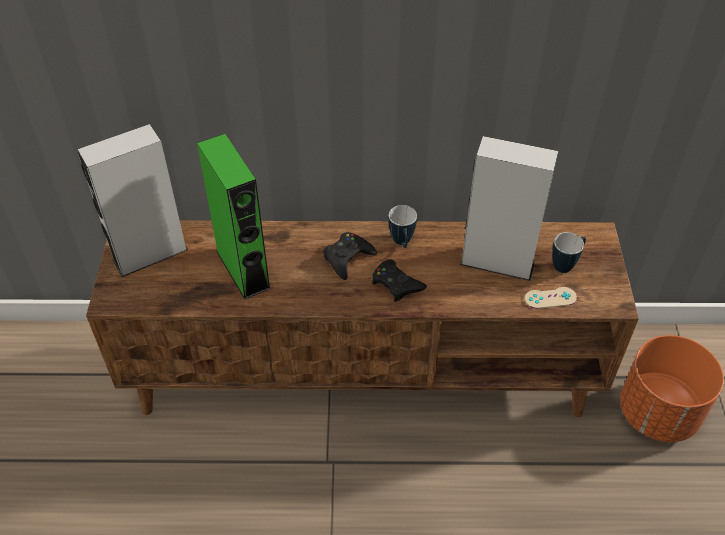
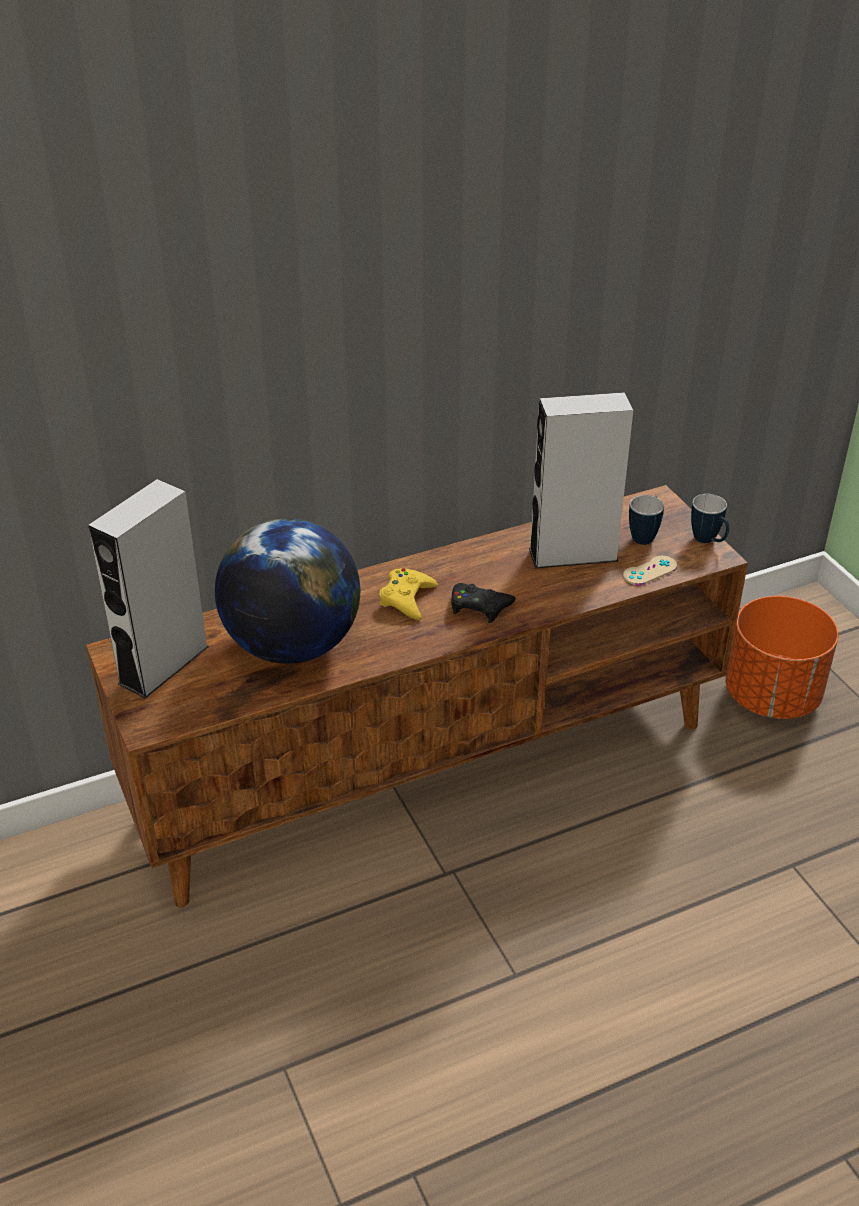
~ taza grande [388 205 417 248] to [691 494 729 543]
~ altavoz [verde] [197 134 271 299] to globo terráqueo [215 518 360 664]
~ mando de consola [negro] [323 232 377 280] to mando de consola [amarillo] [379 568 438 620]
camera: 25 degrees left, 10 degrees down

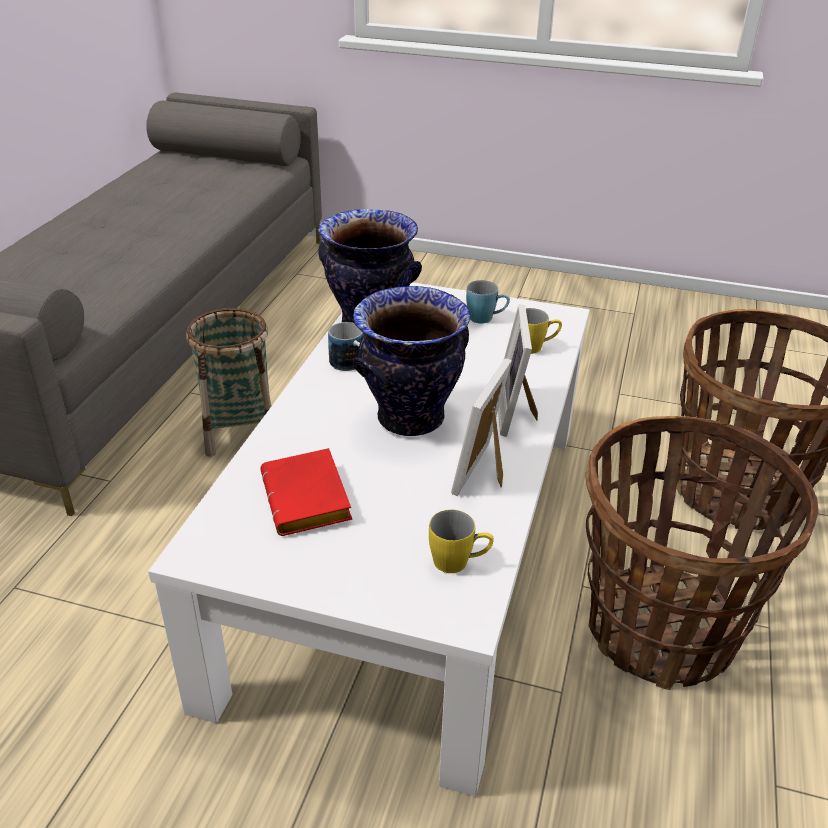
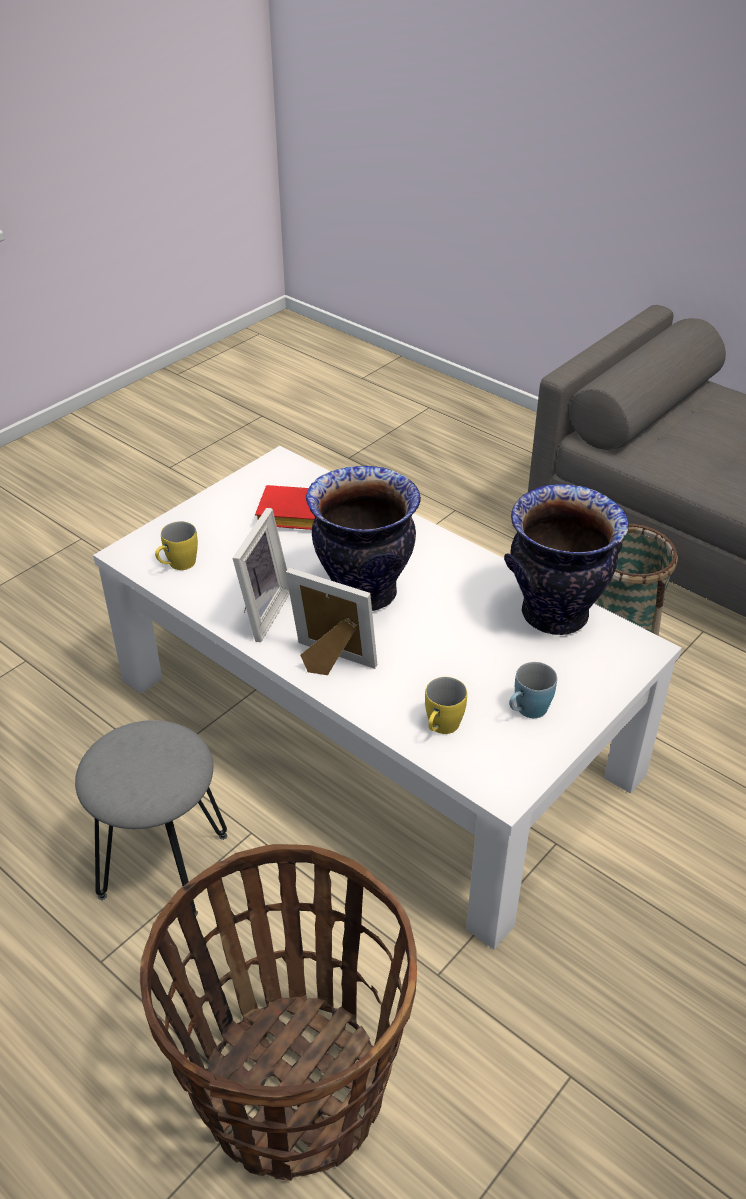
- taza grande [328 322 364 371]
~ cesta [585 416 818 690] to taburete [gris] [75 720 227 916]
~ portarretratos [451 358 512 496] = [232 508 290 642] 60 degrees clockwise
camera: 115 degrees right, 5 degrees up

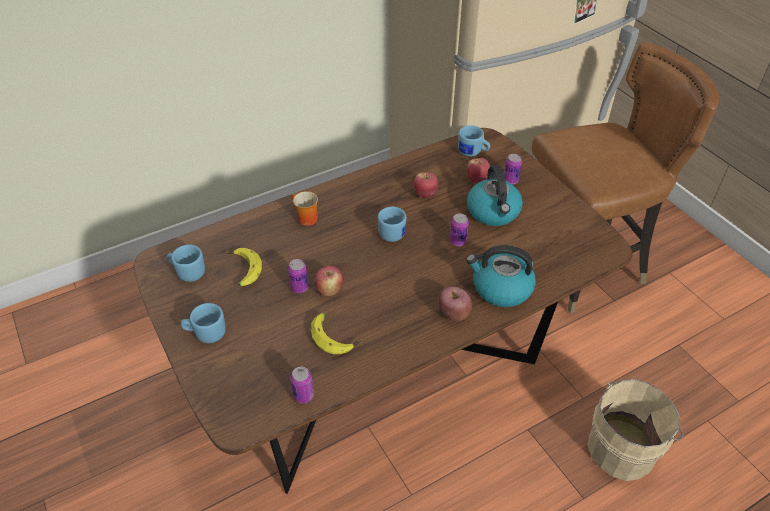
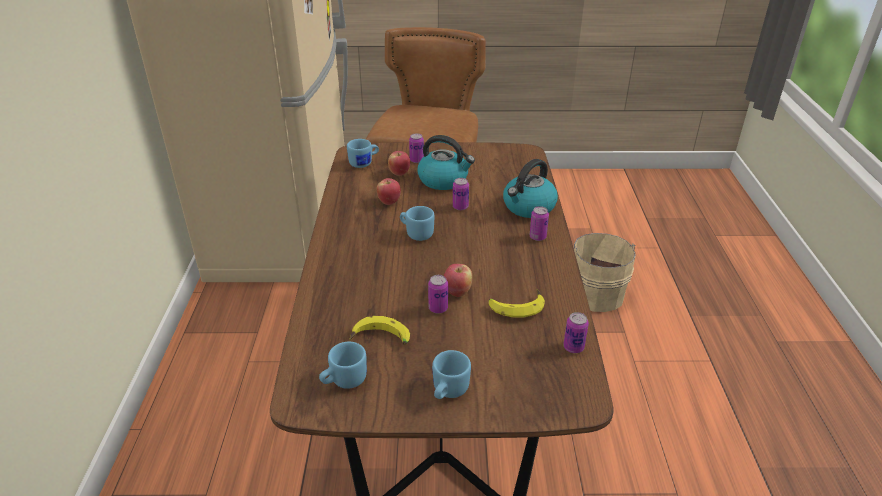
- taza grande [292 191 318 226]
~ manzana [438 286 472 321] to lata [530 206 549 241]
camera: 60 degrees left, 10 degrees down

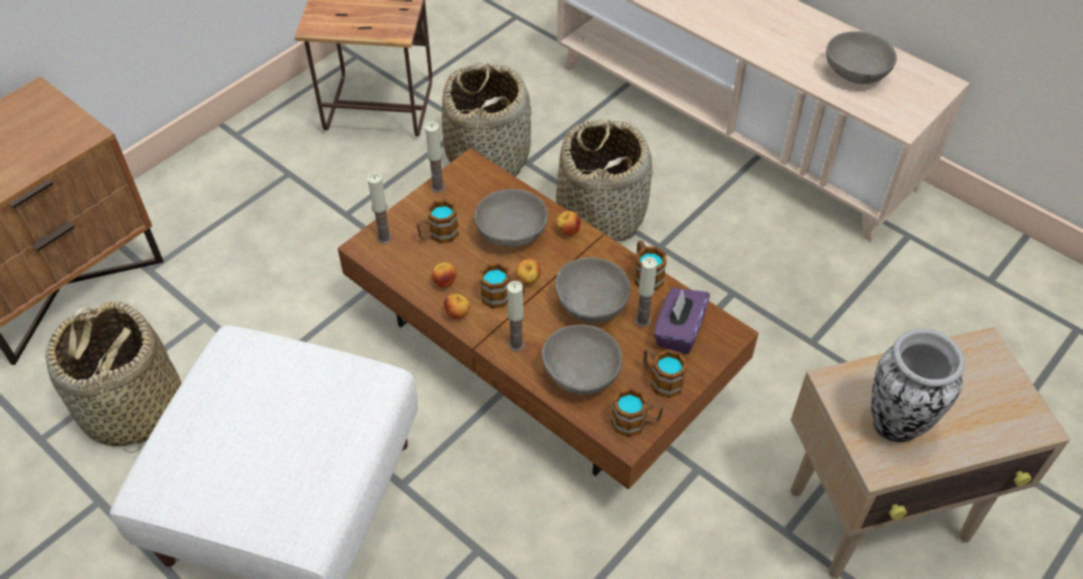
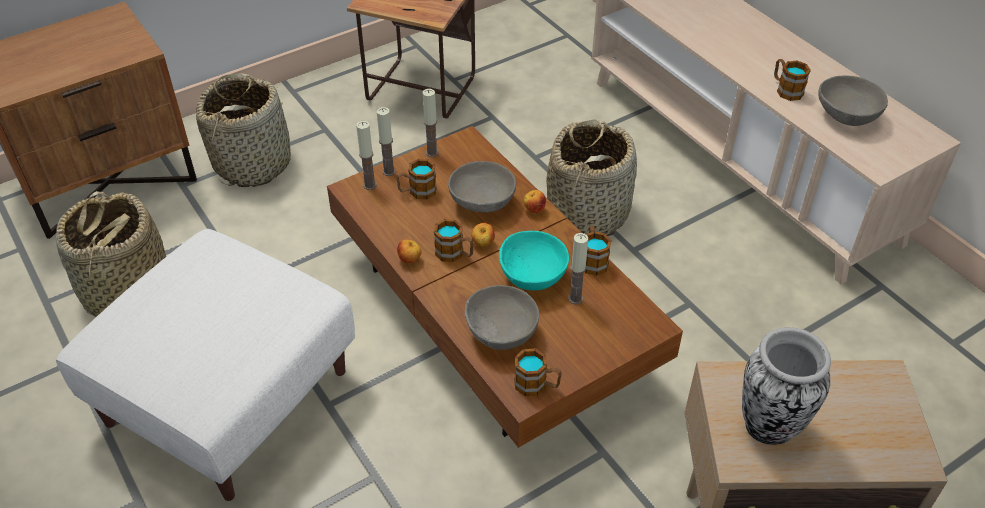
- manzana [432 262 456 288]
- caja de pañuelos [morado] [654 288 710 354]
~ cesta [442 62 532 176] to [196 73 291 187]
~ vela [507 281 525 351] to [377 107 396 176]
~ taza grande [643 348 687 398] to [774 59 811 101]
~ cuenco [gris] [555 257 631 323] to cuenco [turquesa] [499 231 569 290]
camera: 15 degrees right, 5 degrees down

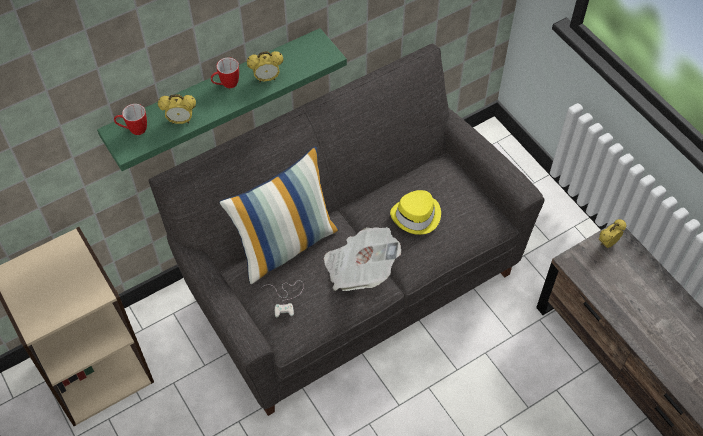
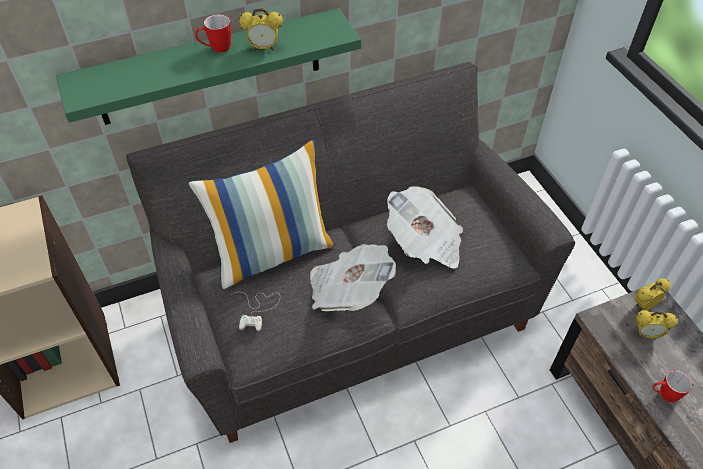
~ taza grande [114 104 147 135] to [652 370 692 402]
~ despertador [158 94 196 124] to [636 310 677 338]
~ sombrero [amarillo] [390 190 441 235] to periódico [387 186 463 269]
camera: 10 degrees right, 5 degrees down

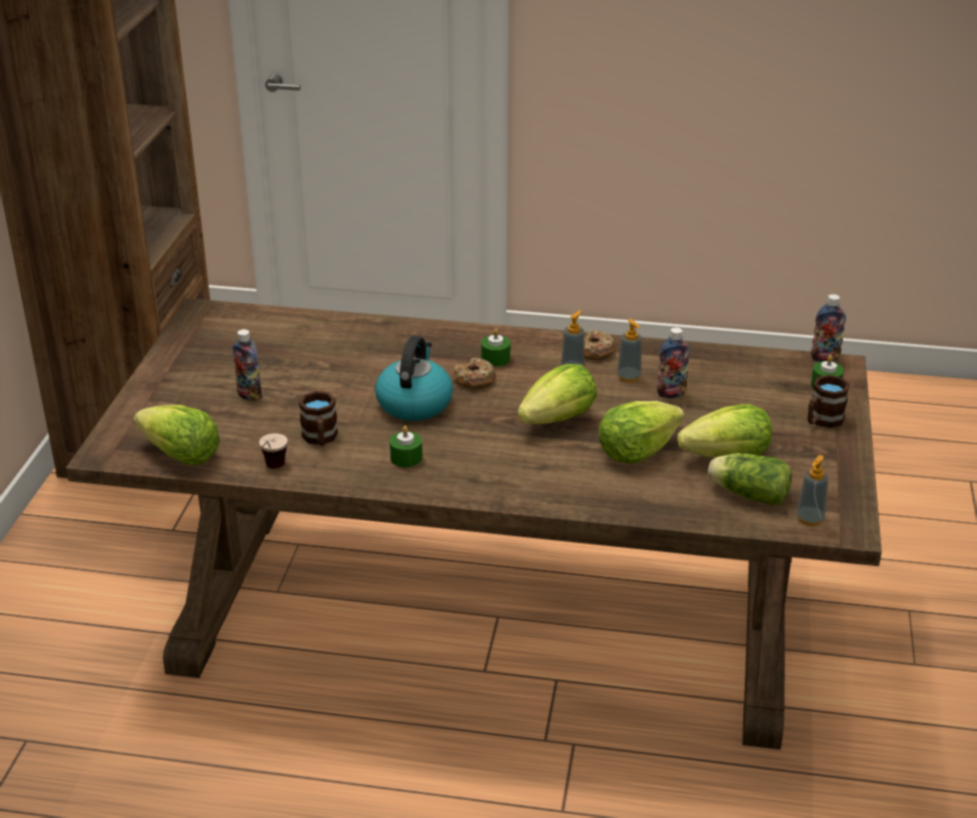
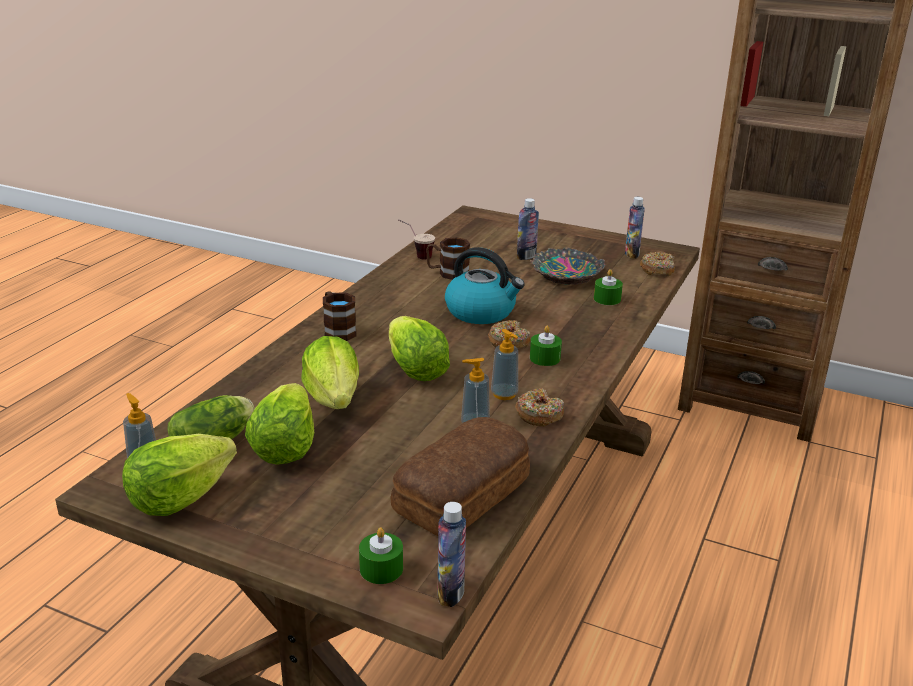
+ pan [391 417 530 536]
+ cuenco [530 247 606 285]
+ rosquilla [640 252 675 277]
~ lechuga [134 405 220 465] to [122 434 237 516]
~ vela [verde] [389 426 422 467] to [594 269 623 305]
~ botella [657 327 690 398] to [625 197 645 258]
~ taza grande [marrón] [807 375 850 428] to [323 292 357 341]
camera: 105 degrees right, 5 degrees down

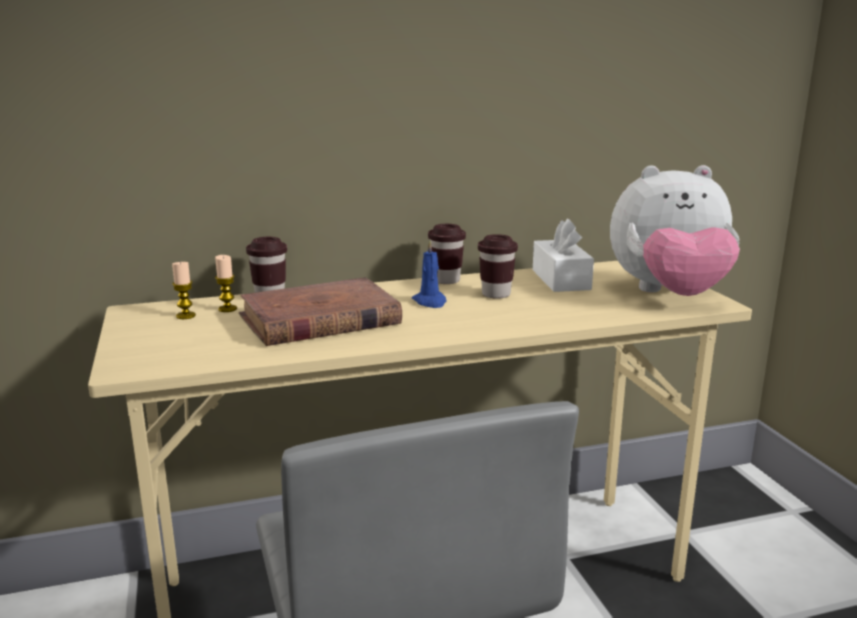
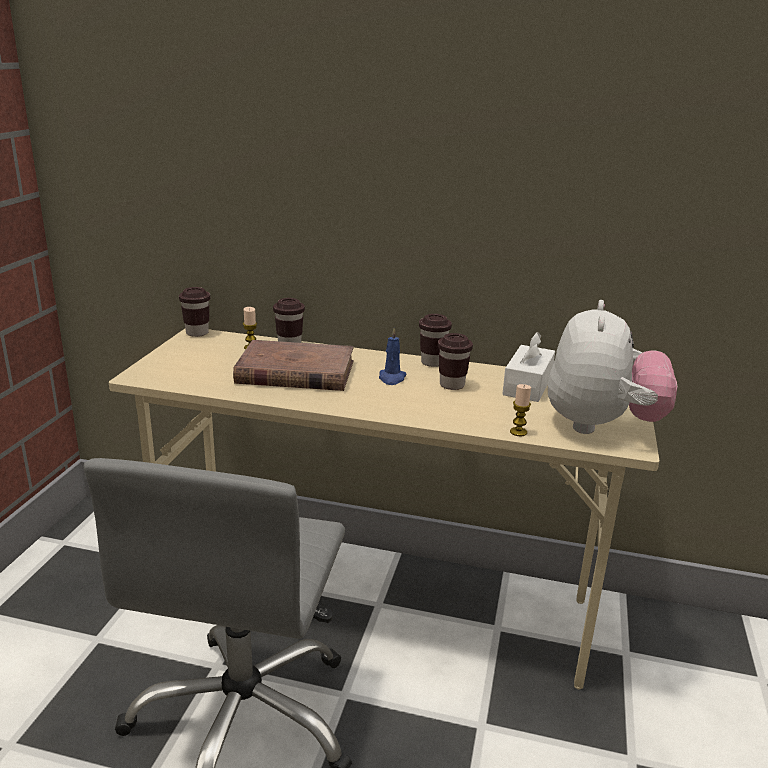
+ taza [marrón] [179 287 210 337]
~ vela [172 262 196 319] to [510 384 531 436]
~ peluche [610 165 740 296] = [548 300 677 434] 105 degrees counterclockwise
camera: 30 degrees right, 5 degrees up

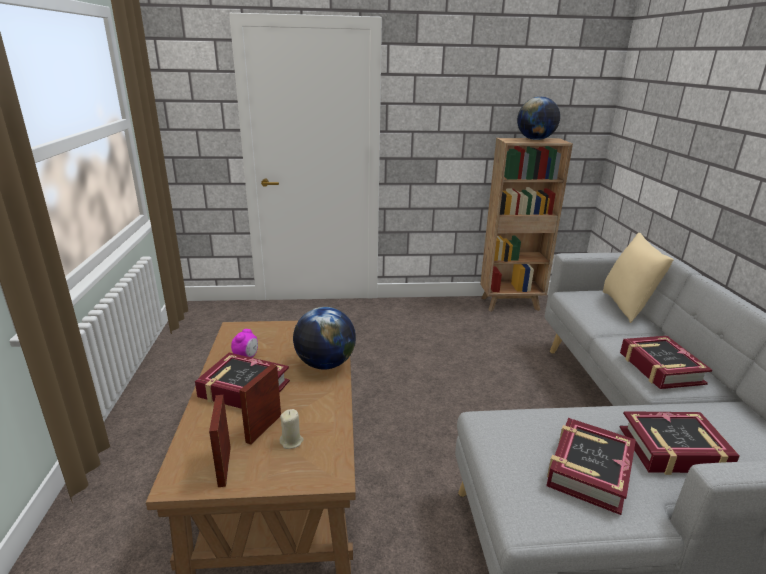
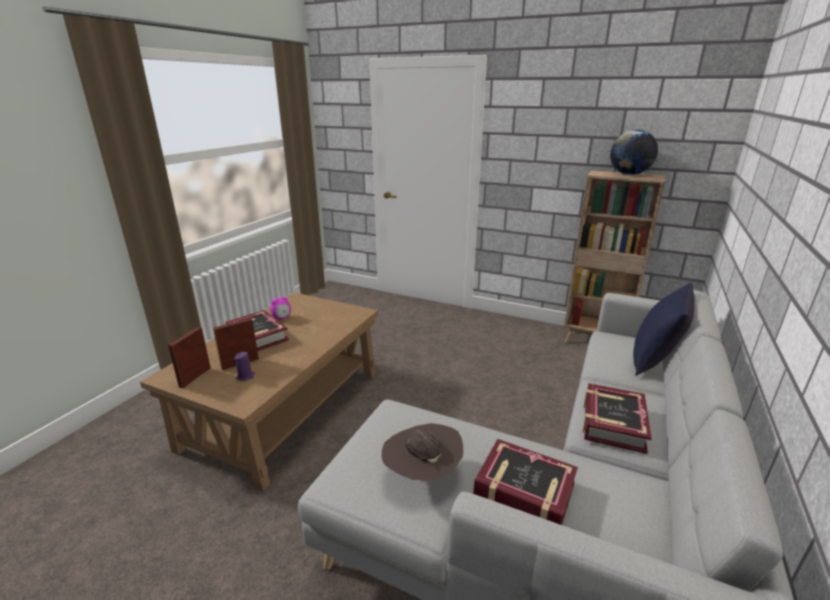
- globo terráqueo [293 307 356 370]
~ libro [546 418 636 515] to sombrero [marrón] [382 423 463 480]
~ vela [beis] [280 409 304 449] to vela [morado] [234 352 255 381]
~ cojín [beis] [603 233 674 323] to cojín [azul] [633 283 695 376]
camera: 30 degrees right, 0 degrees up

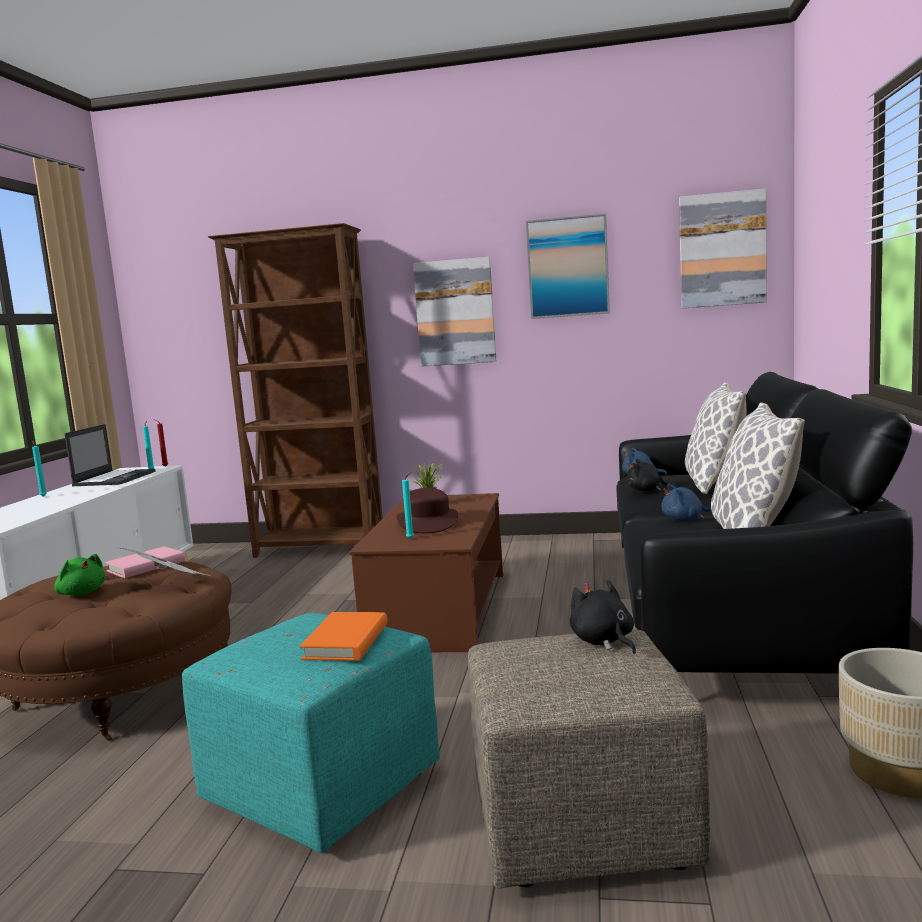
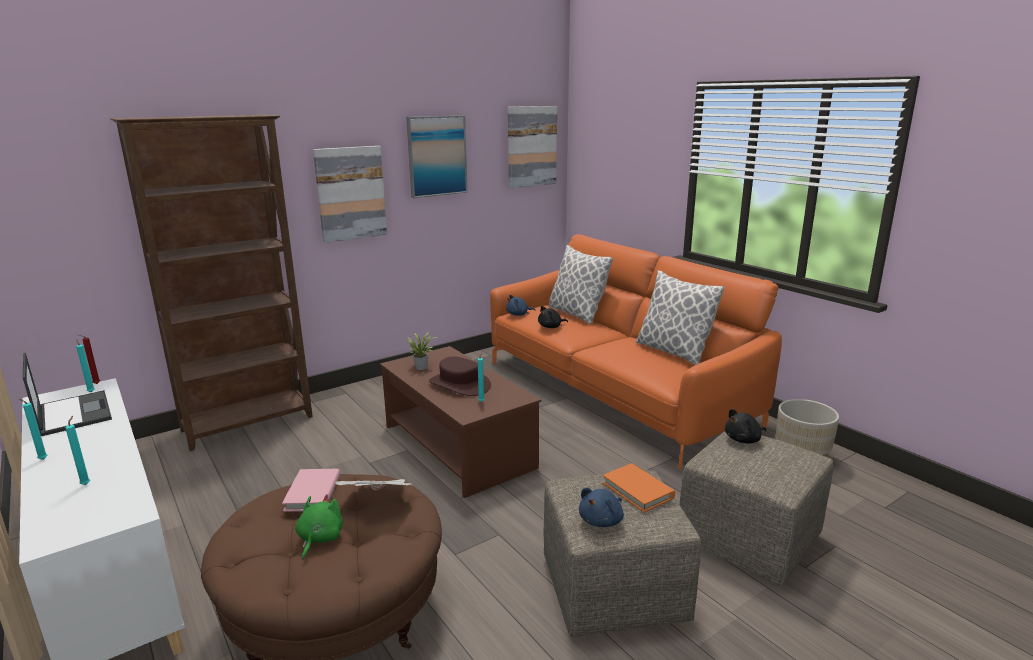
+ vela [turquesa] [65 416 90 485]
~ peluche [azul] [662 483 711 521] to [579 488 624 527]
~ puf [turquesa] [182 613 440 853] to puf [beis] [543 470 701 637]
~ sofá [negro] [616 372 913 674] to sofá [naranja] [490 234 782 470]
~ peluche [verde] [54 554 106 596] = [295 494 343 560] 75 degrees counterclockwise
~ peluche [negro] [570 580 636 654] = [725 409 767 444] 45 degrees counterclockwise
camera: 45 degrees left, 10 degrees up

